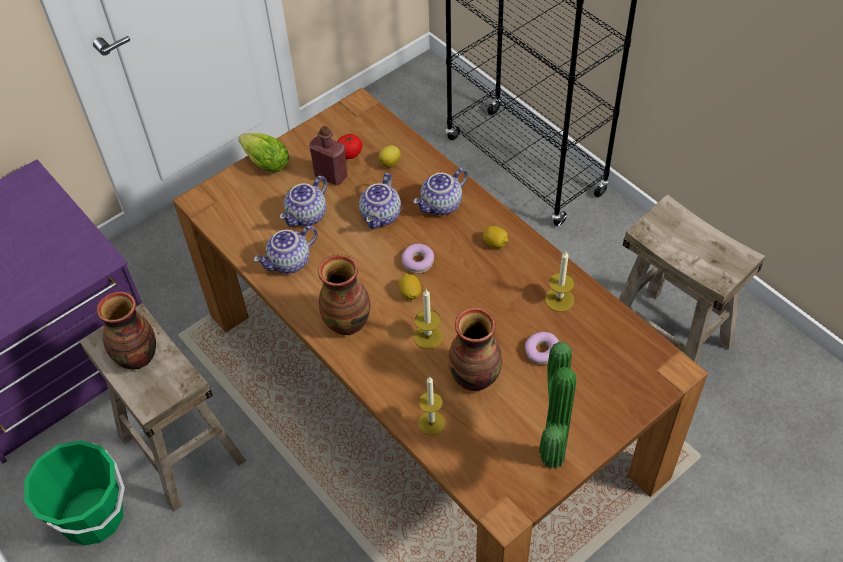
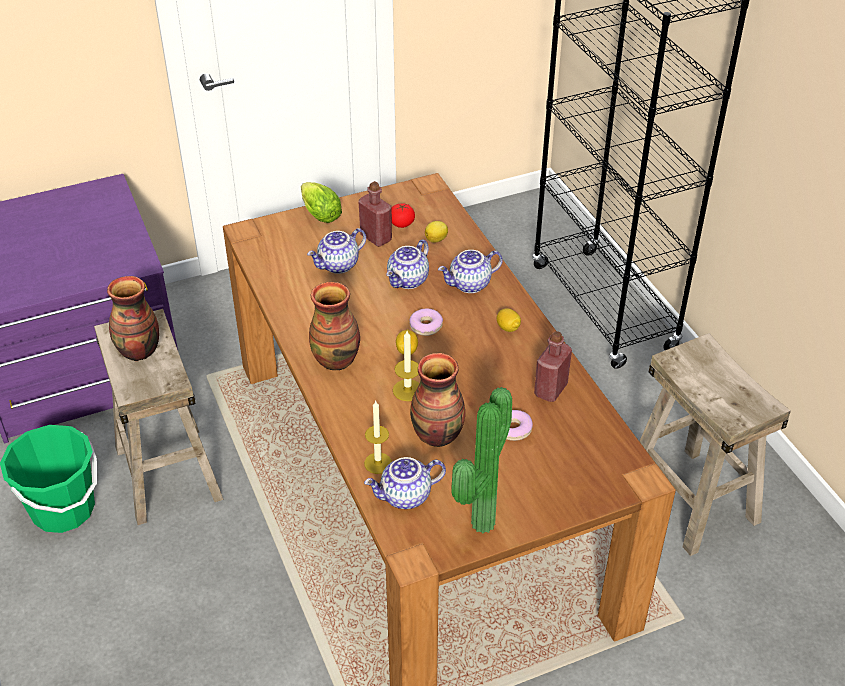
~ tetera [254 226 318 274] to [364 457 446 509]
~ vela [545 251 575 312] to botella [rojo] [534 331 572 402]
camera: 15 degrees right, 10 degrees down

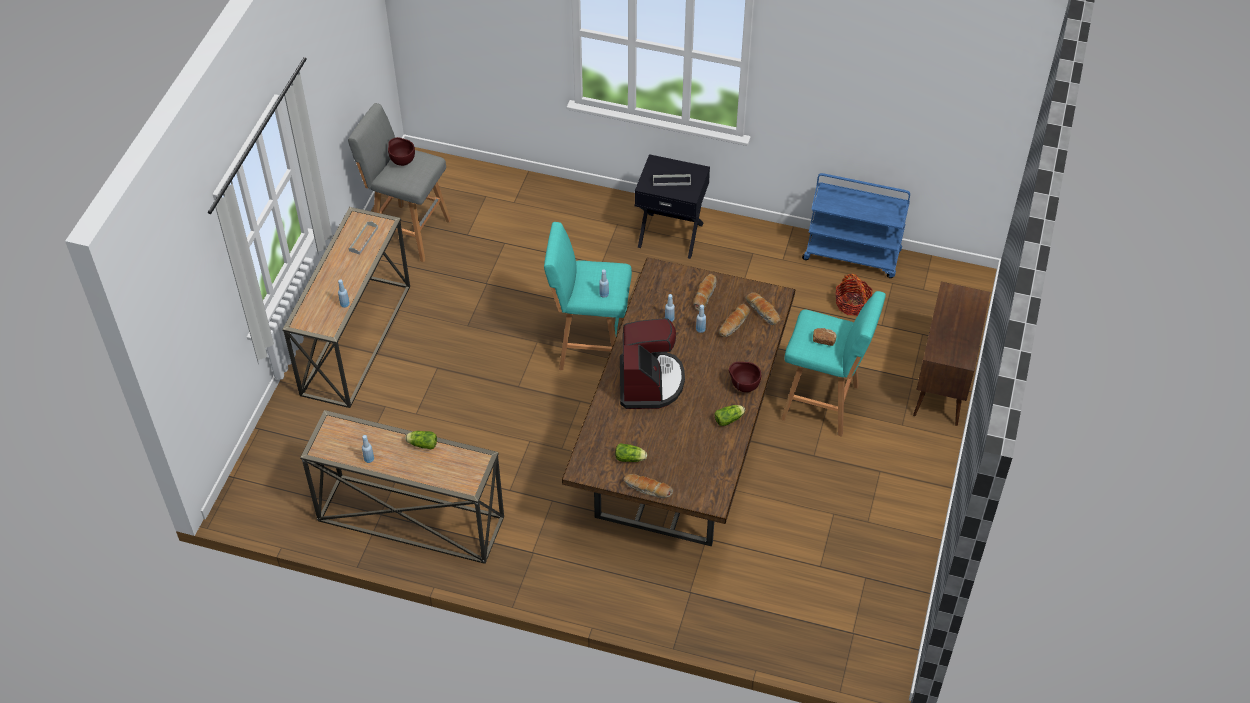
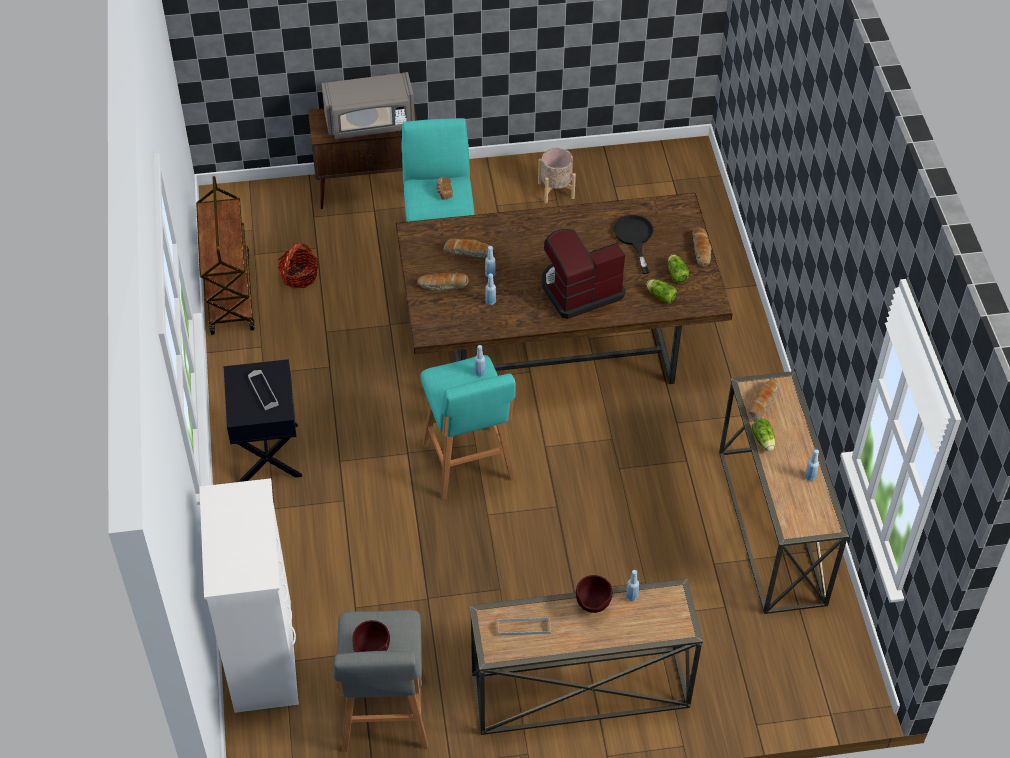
+ cómoda [blanco] [199 478 299 713]
+ microondas [gris] [322 72 415 139]
+ maceta [beis] [538 148 576 203]
+ sartén [negro] [613 215 654 274]
~ lechuga [715 405 745 426] to [646 279 677 304]
~ cuenco [marrón] [729 362 761 392] to [576 575 612 613]
~ pan [745 292 781 325] to [749 378 779 421]
~ carrito [azul] [802 173 910 278] to carrito [marrón] [196 176 255 335]
camera: 115 degrees left, 0 degrees up

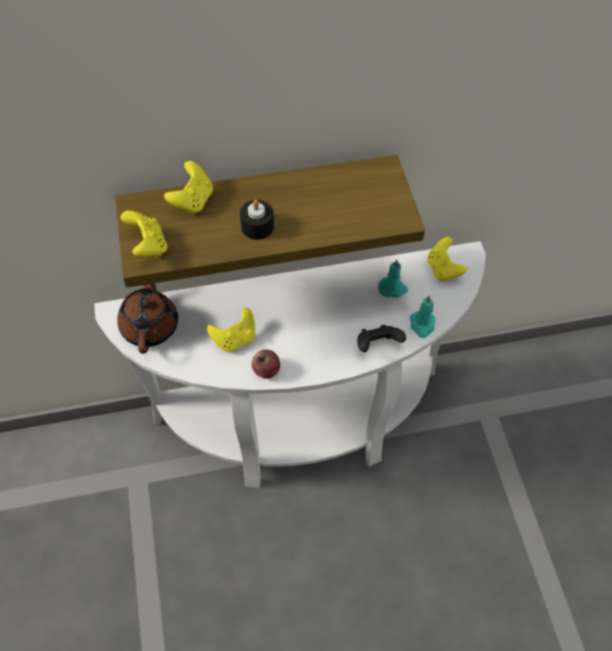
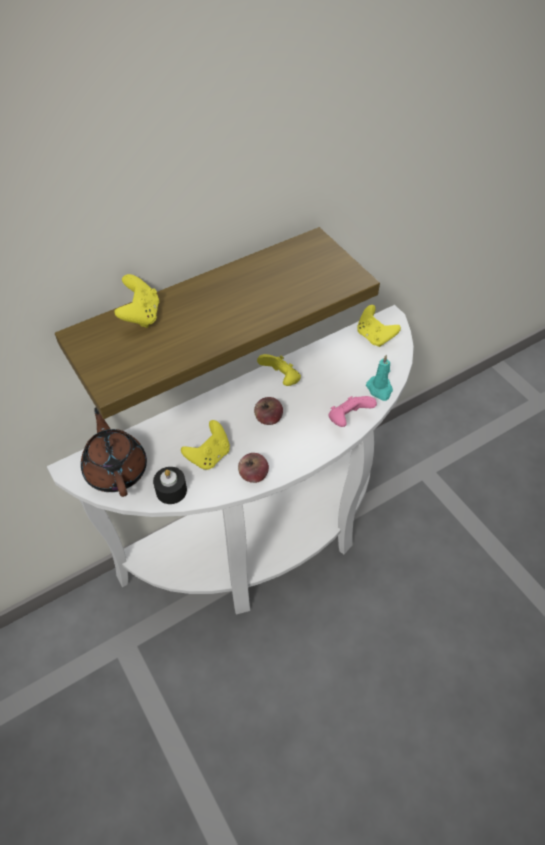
- vela [turquesa] [378 259 408 298]
+ manzana [254 397 283 425]
~ mando de consola [amarillo] [121 211 168 257] to [257 354 301 386]
~ vela [negro] [240 200 274 240] to [153 467 187 504]
~ mando de consola [negro] [357 325 406 352] to mando de consola [rosa] [328 396 377 427]
camera: 20 degrees left, 5 degrees down

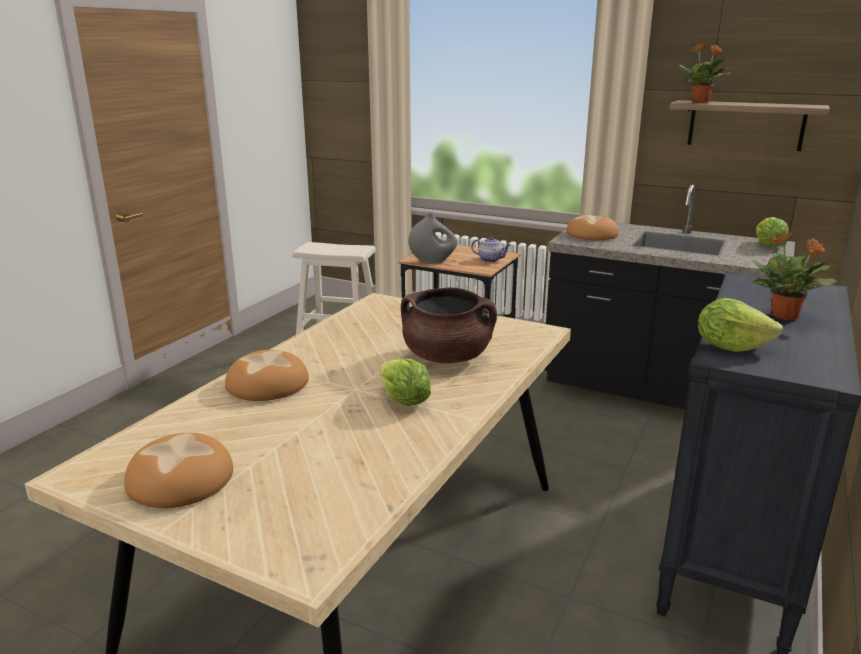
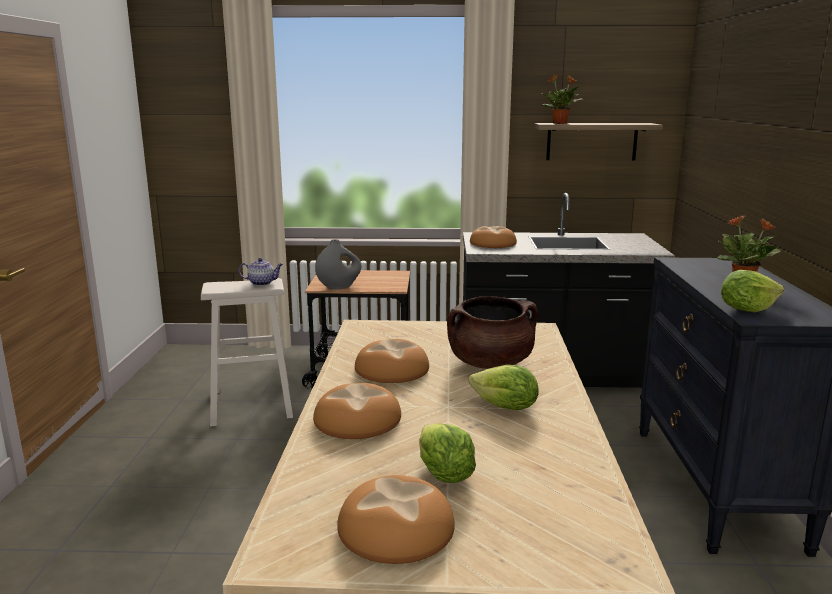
+ pan [355 339 429 383]
~ tetera [471 237 511 262] to [238 258 283 286]
~ lechuga [756 217 789 247] to [419 423 476 483]
camera: 25 degrees left, 5 degrees down

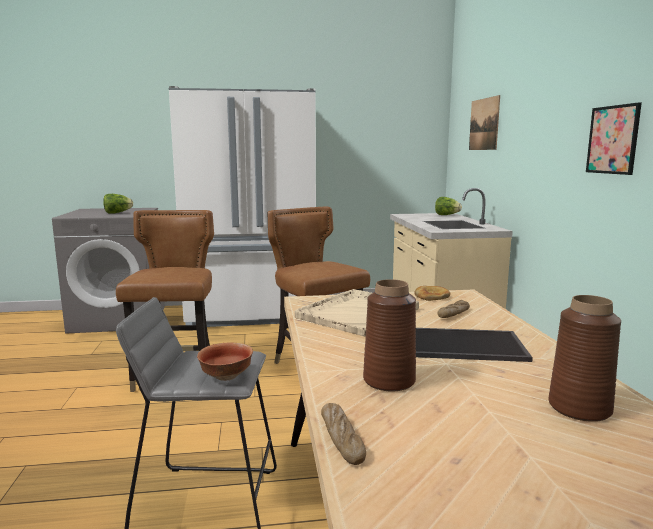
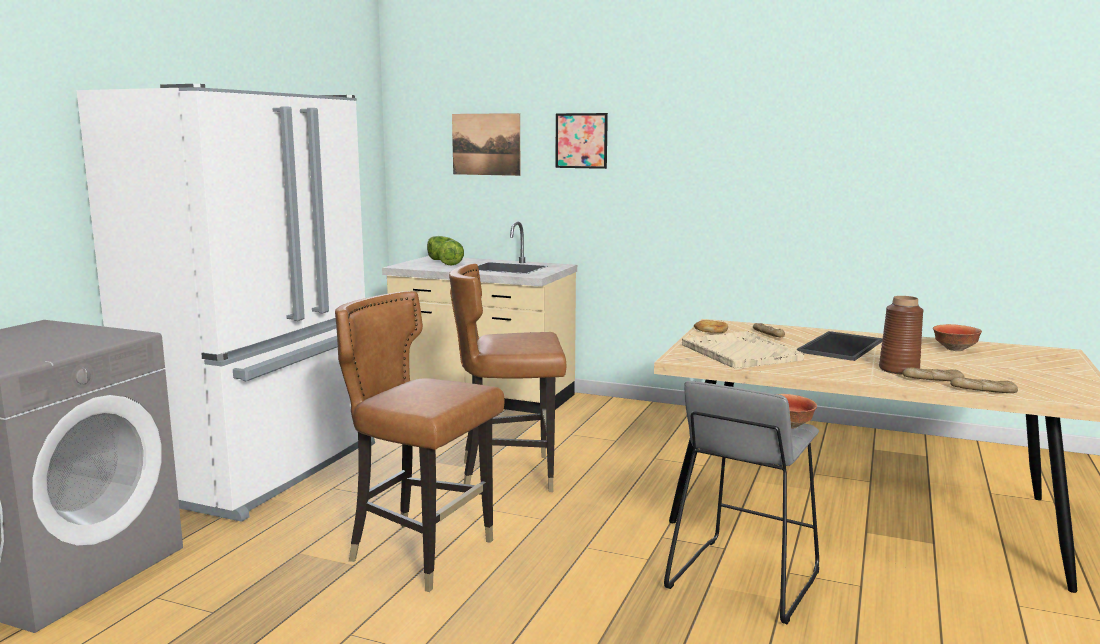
+ pan [903 367 965 381]
~ lechuga [103 194 133 214] to [438 240 464 266]
~ cuadro [586 102 642 175] to [556 113 608 169]
~ florero [marrón] [548 295 621 422] to cuenco [933 324 982 351]
camera: 60 degrees left, 0 degrees up

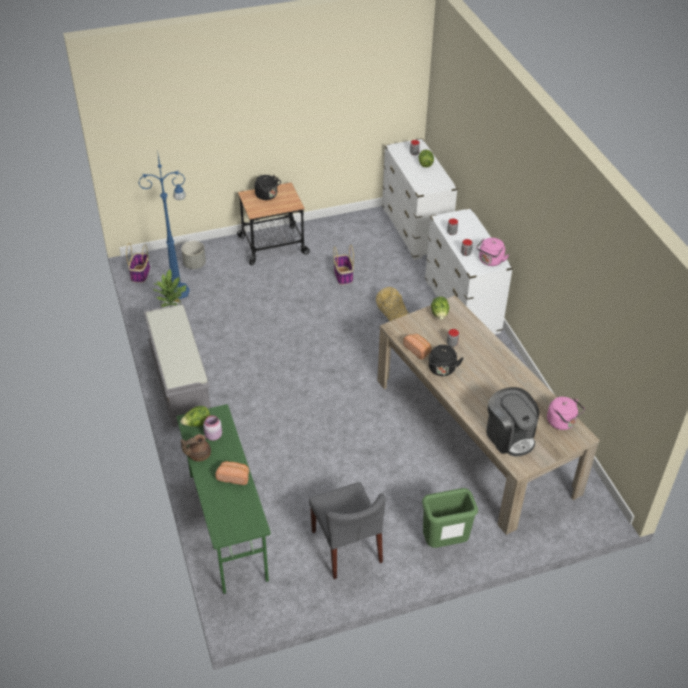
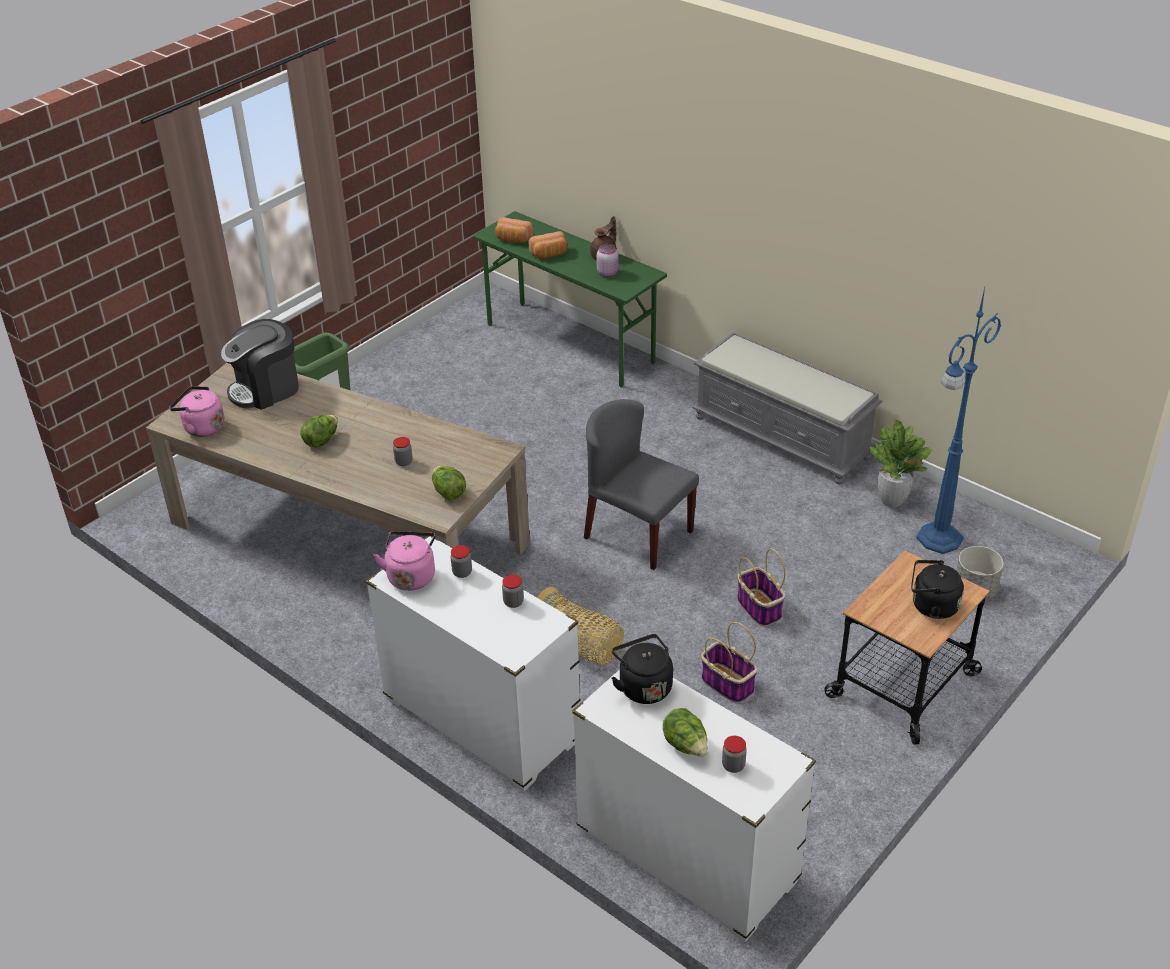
~ cesta [126 243 150 283] to [737 548 785 627]
~ lechuga [180 406 210 427] to [300 415 338 448]
~ silla [gris] [309 482 385 579] to [584 399 699 570]
~ pan [403 334 431 360] to [495 217 534 243]
~ hervidor [negro] [429 345 464 376] to [611 634 673 704]
~ cafetera [486 387 539 457] = [221 319 299 410] 60 degrees counterclockwise
camera: 150 degrees right, 5 degrees down

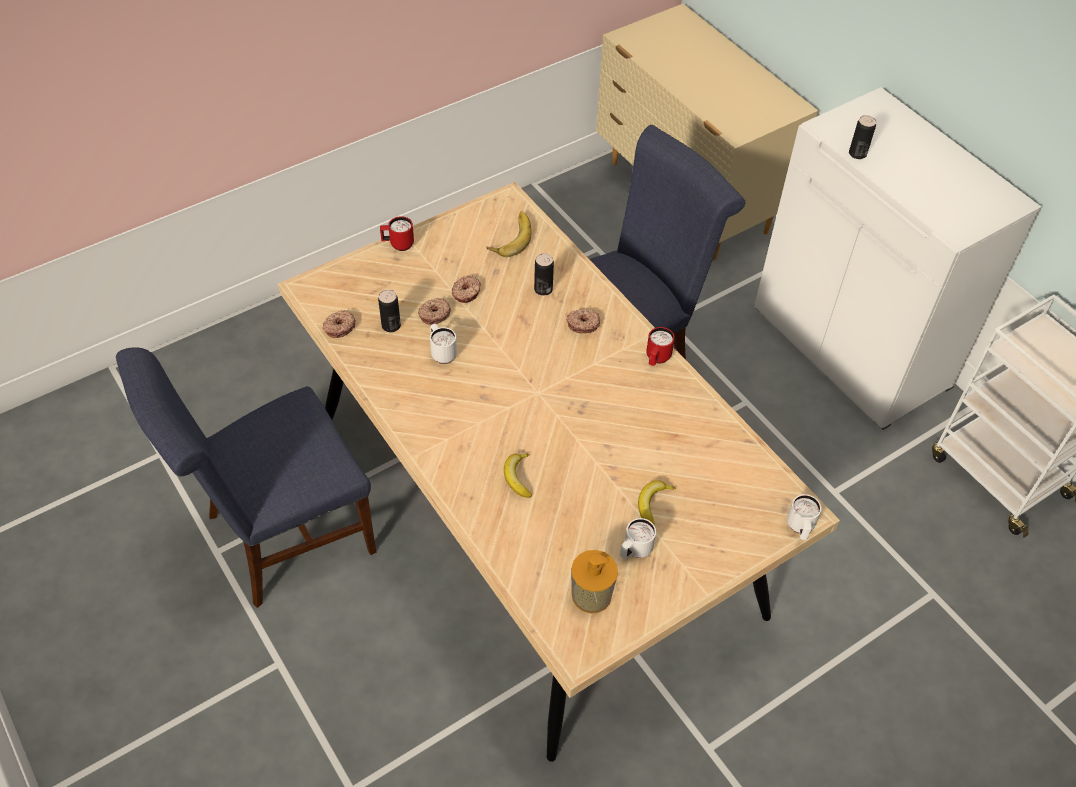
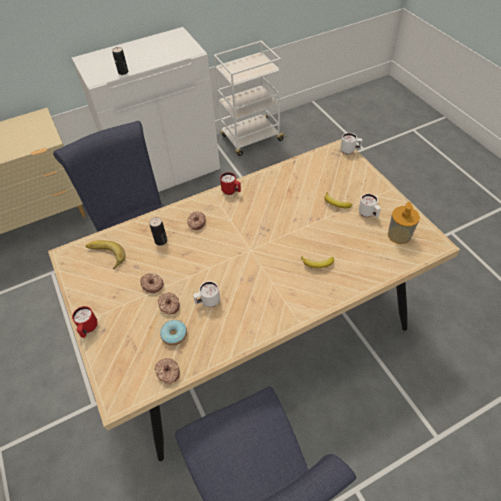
~ lata [378 289 401 332] to rosquilla [160 320 187 345]
camera: 80 degrees left, 0 degrees up

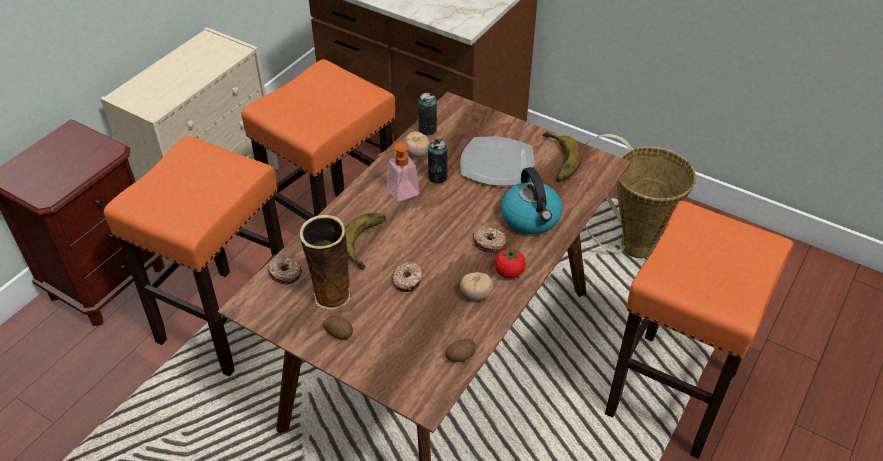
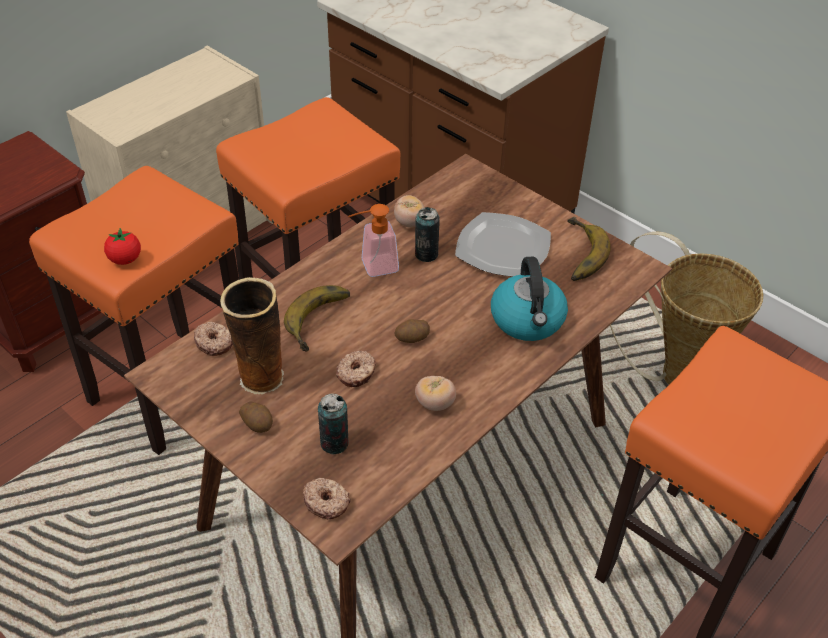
~ lata [418 93 437 136] to [318 393 349 454]
~ patata [445 338 476 362] to [394 319 430 343]
~ rosquilla [473 227 507 253] to [303 478 351 519]
~ tomate [495 247 526 279] to [104 228 141 265]
camera: 10 degrees right, 0 degrees up

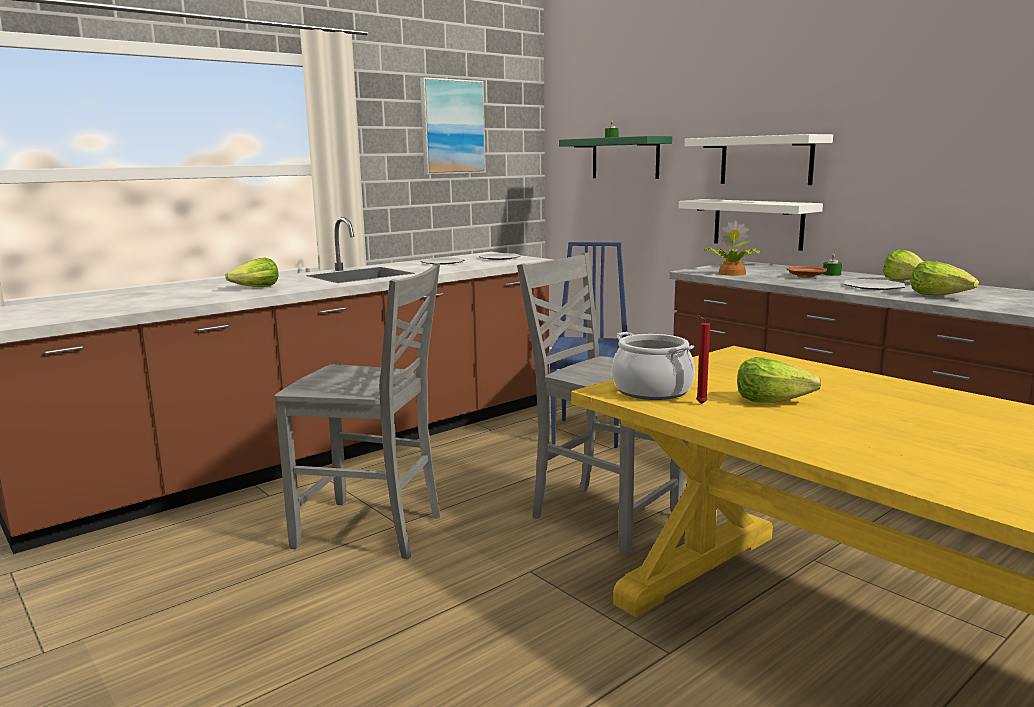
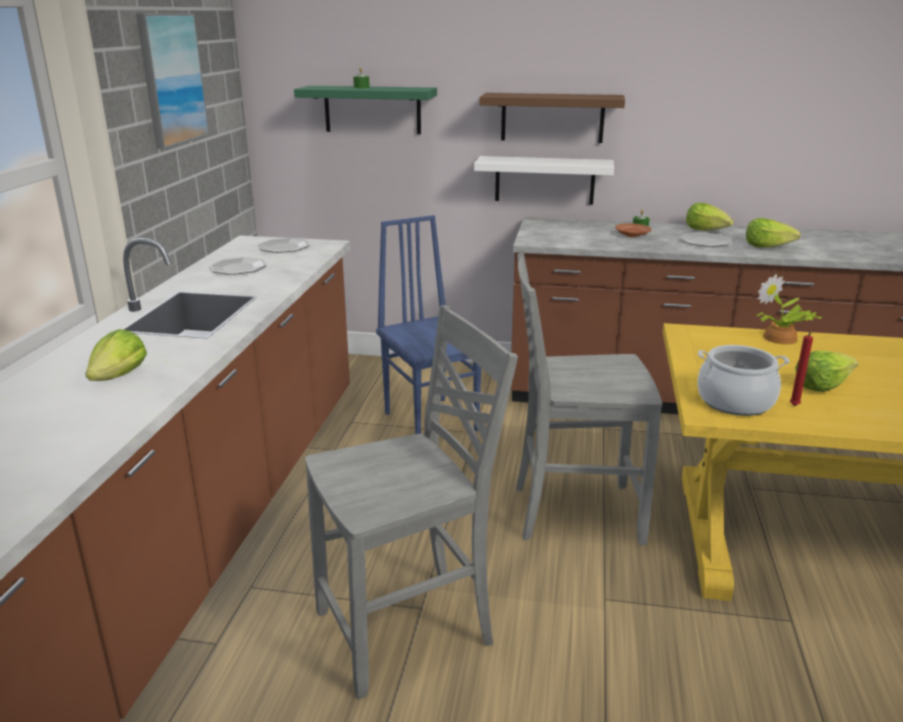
~ planta en maceta [702 220 760 276] to [757 274 823 345]
~ estante [blanco] [685 134 833 185] to estante [marrón] [479 93 625 143]
camera: 40 degrees left, 10 degrees up

